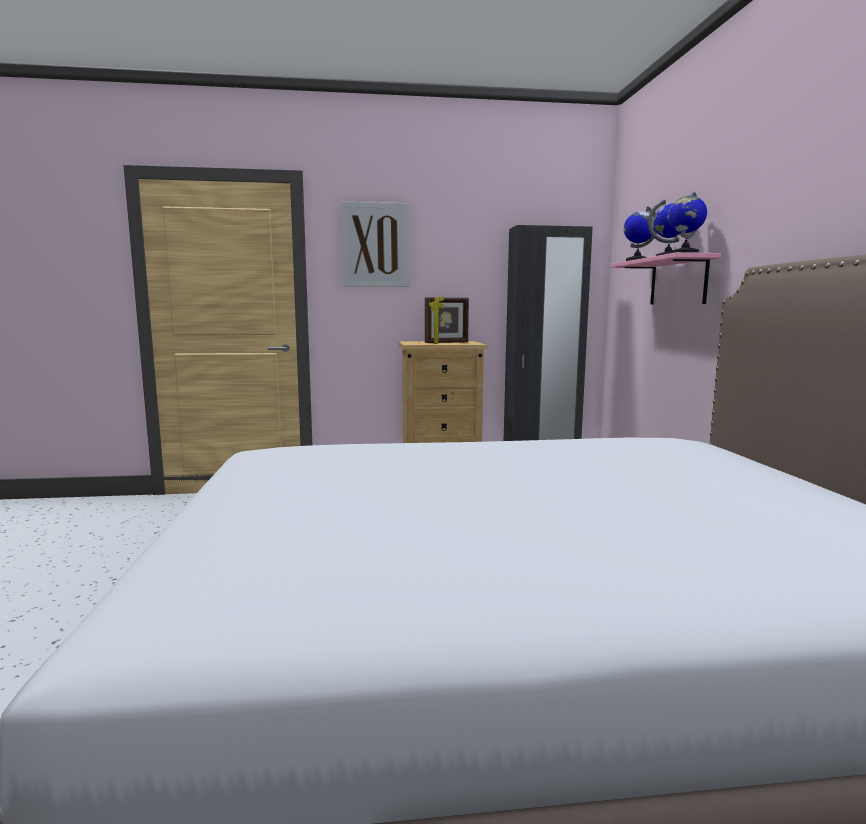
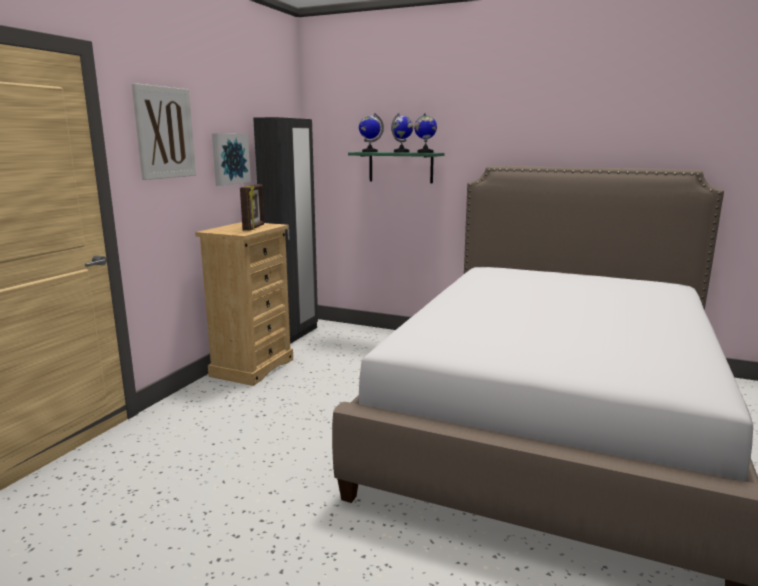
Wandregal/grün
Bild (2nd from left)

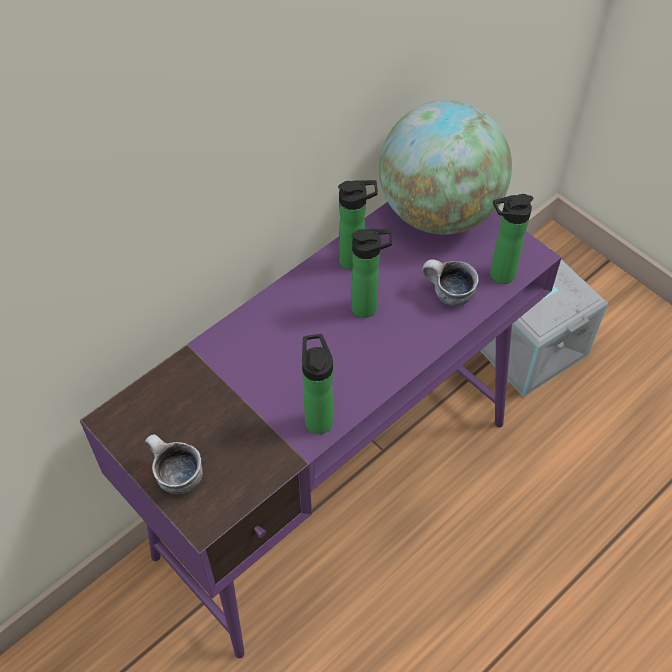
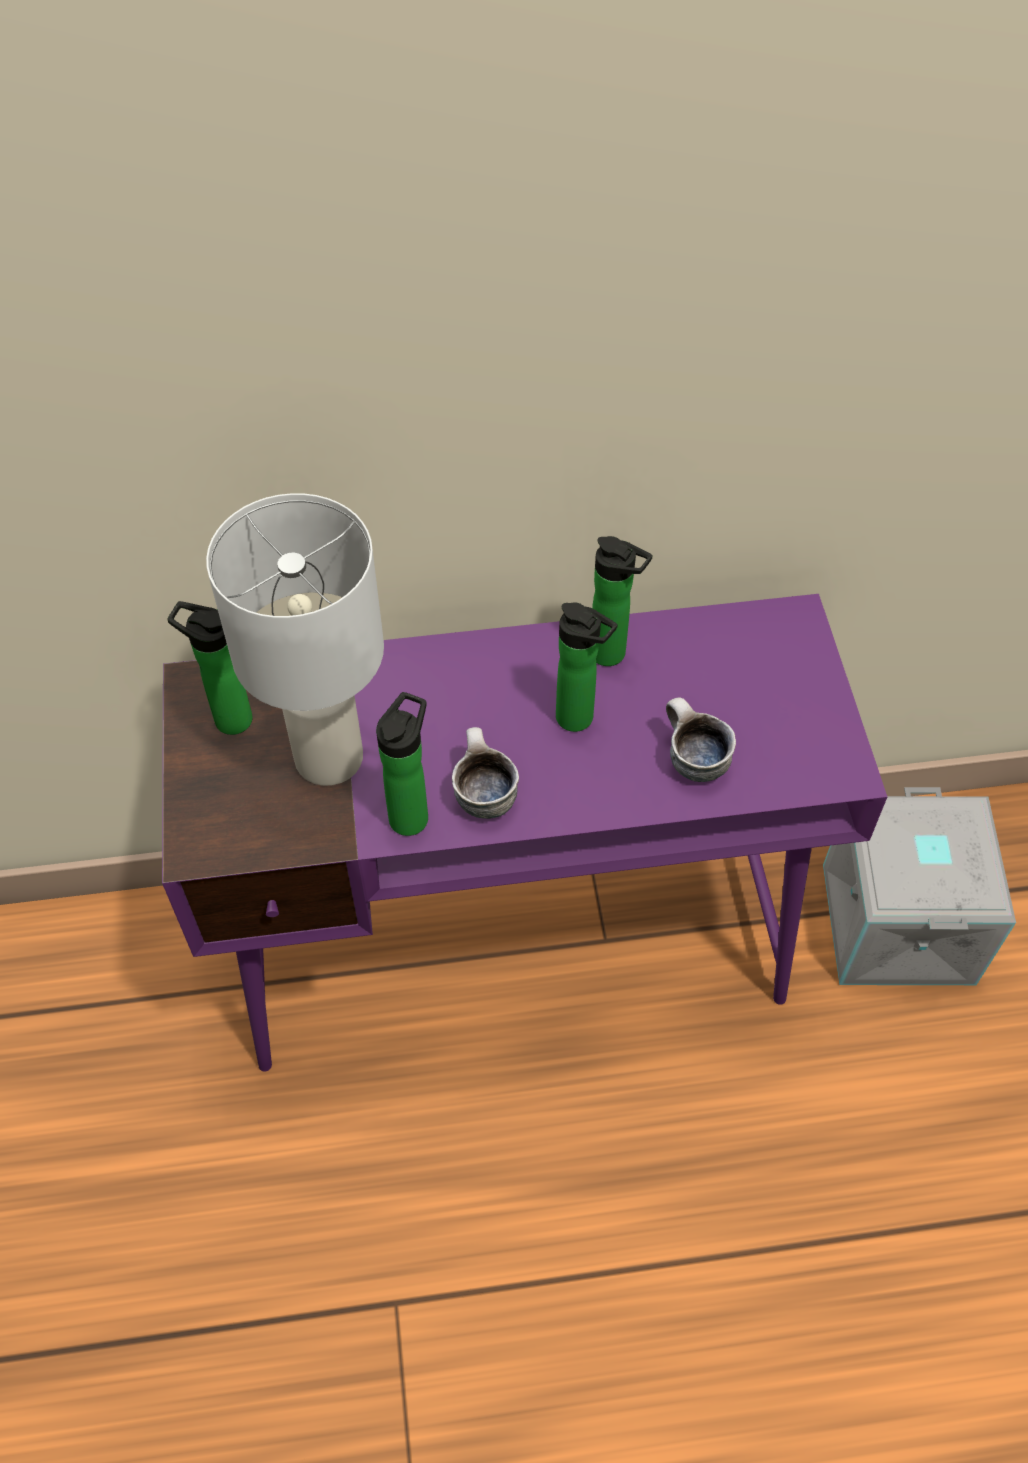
Henkelbecher (1st from left)
Globus
Flasche (1st from left)
Tischlampe/weiß

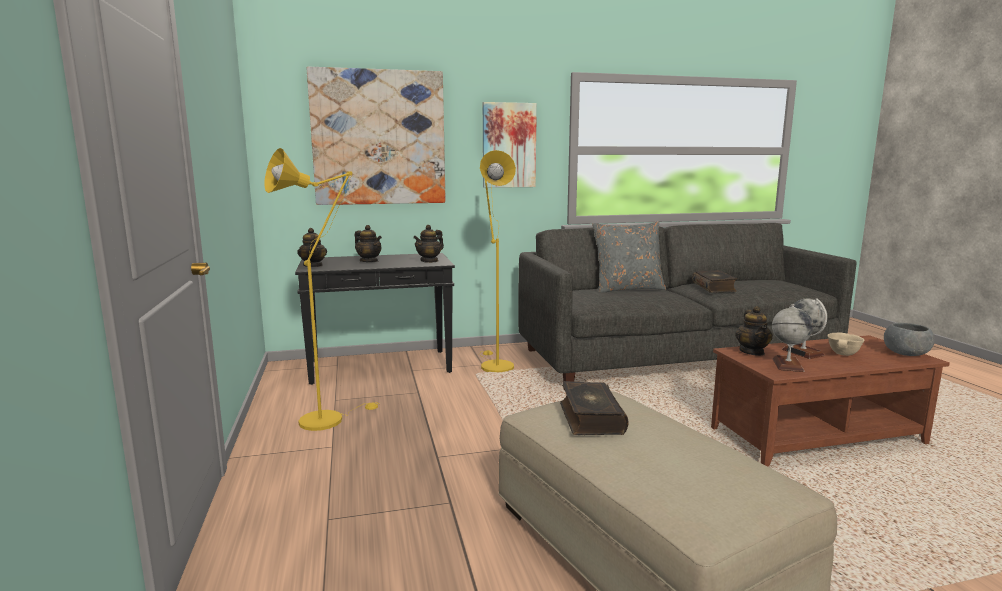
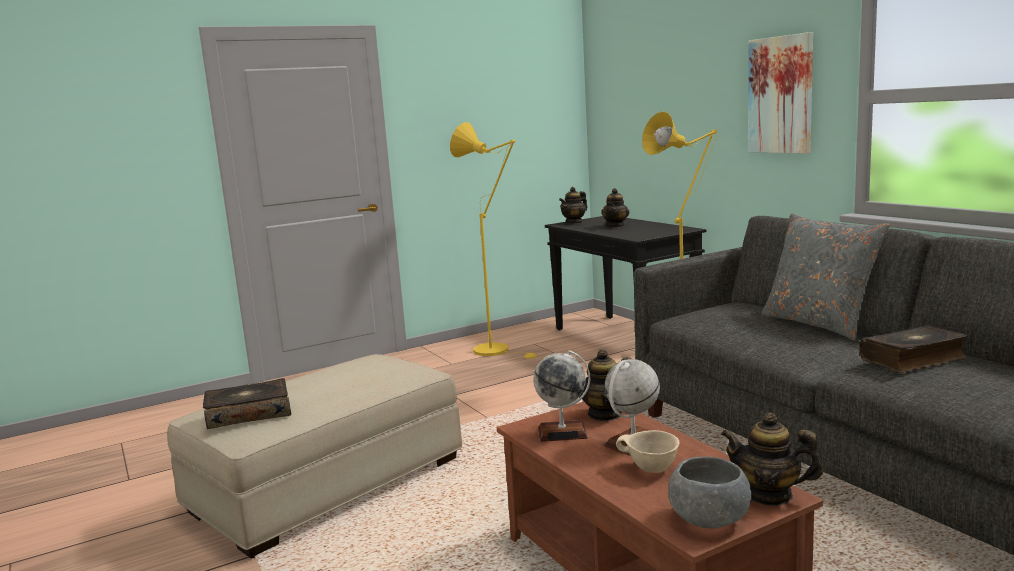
Bild (1st from left in the first image)
Teekanne (4th from left)
Buch (1st from left)

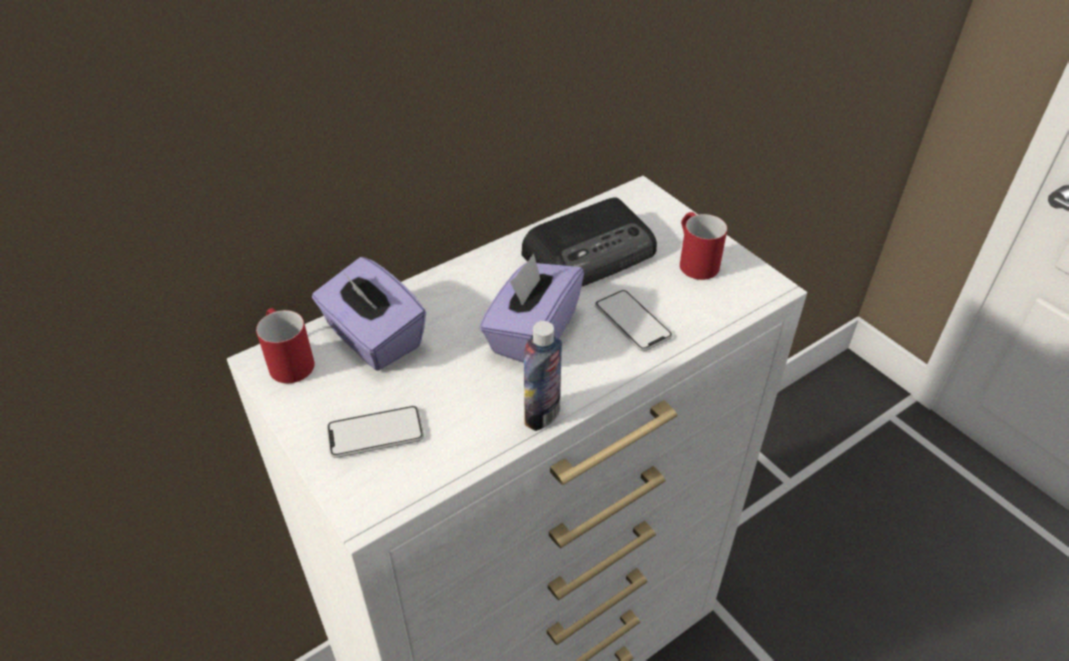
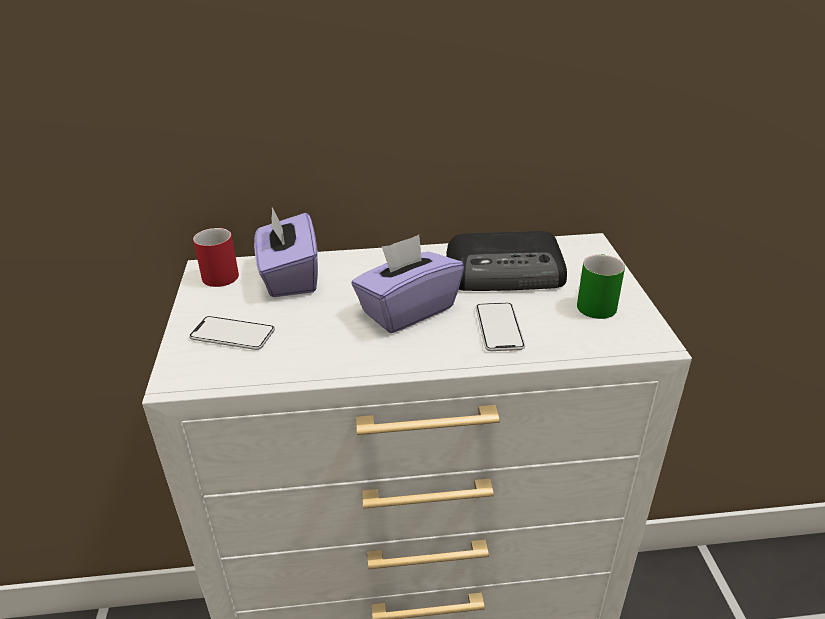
Flasche
Henkelbecher/grün

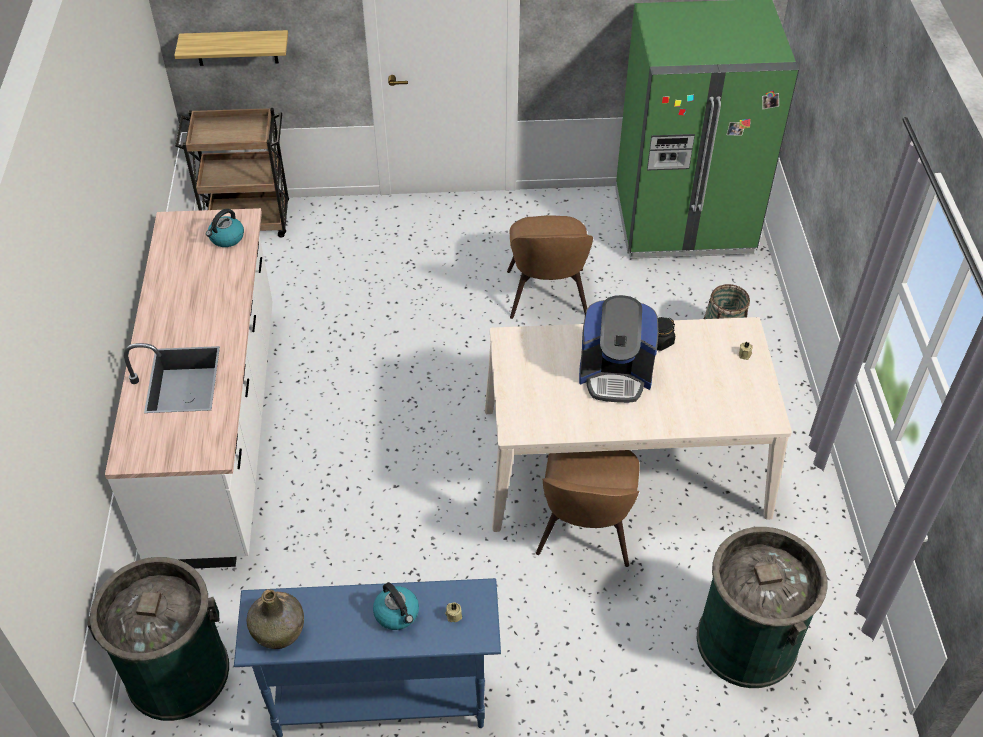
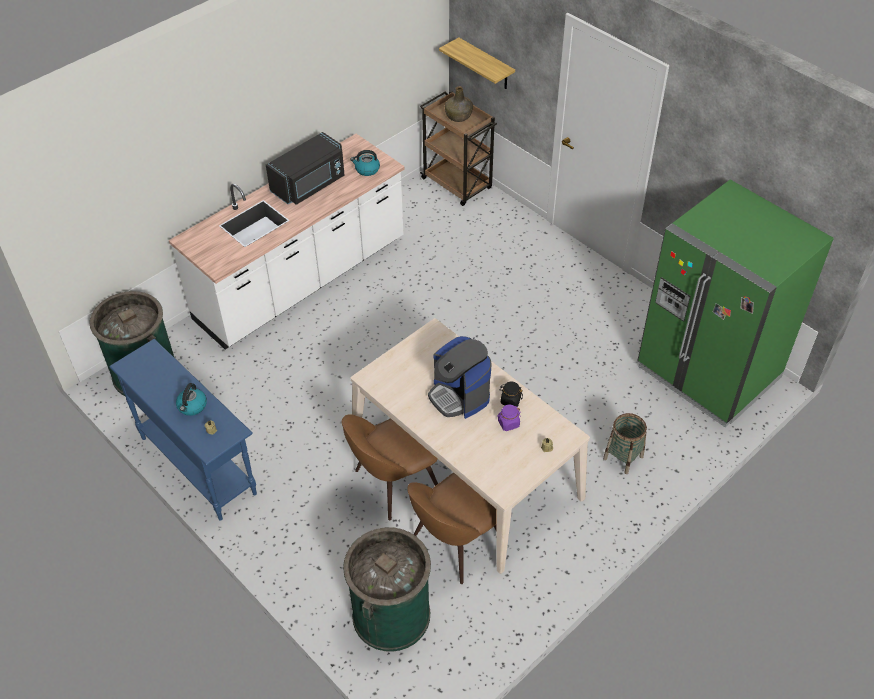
Flasche/grün
Stuhl/braun (2nd from left)
Mikrowelle/schwarz
Vorratsglas/lila

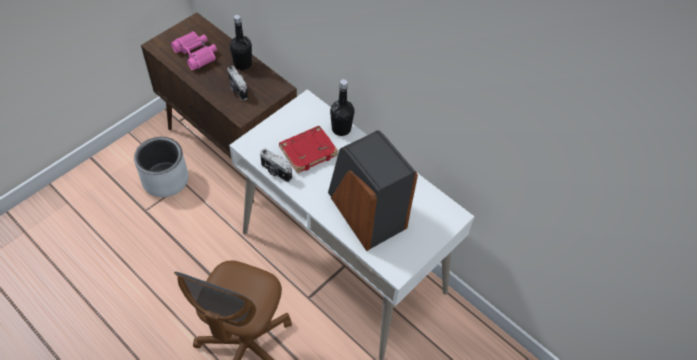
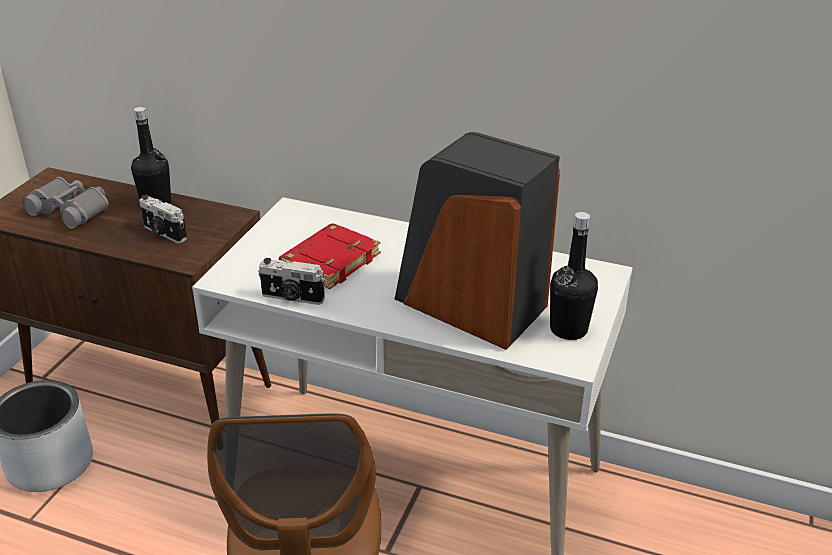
Fernglas/grau
Flasche/schwarz (2nd from left)

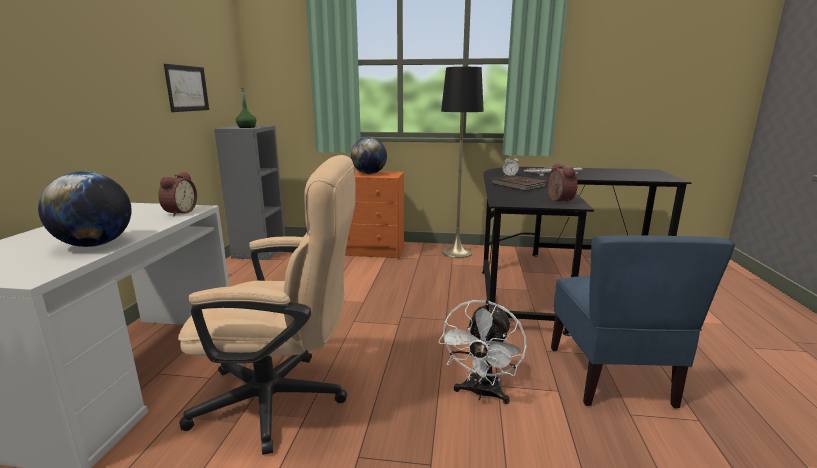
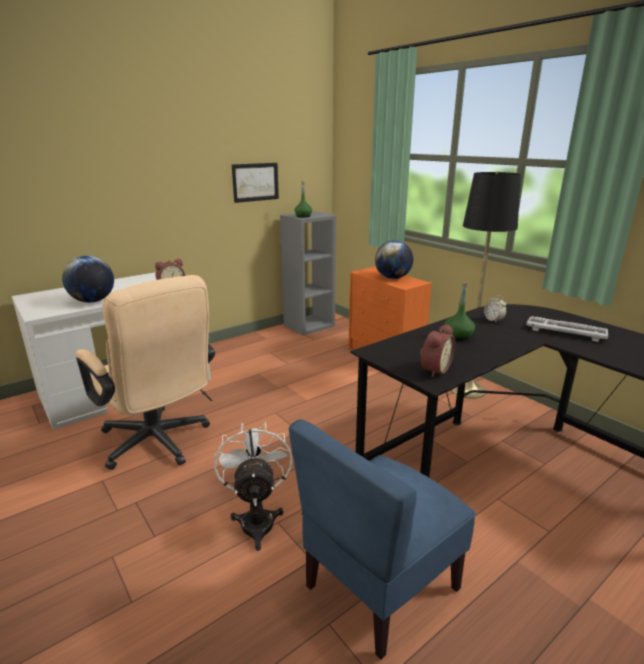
Ventilator/weiß
Flasche/grün (2nd from left)

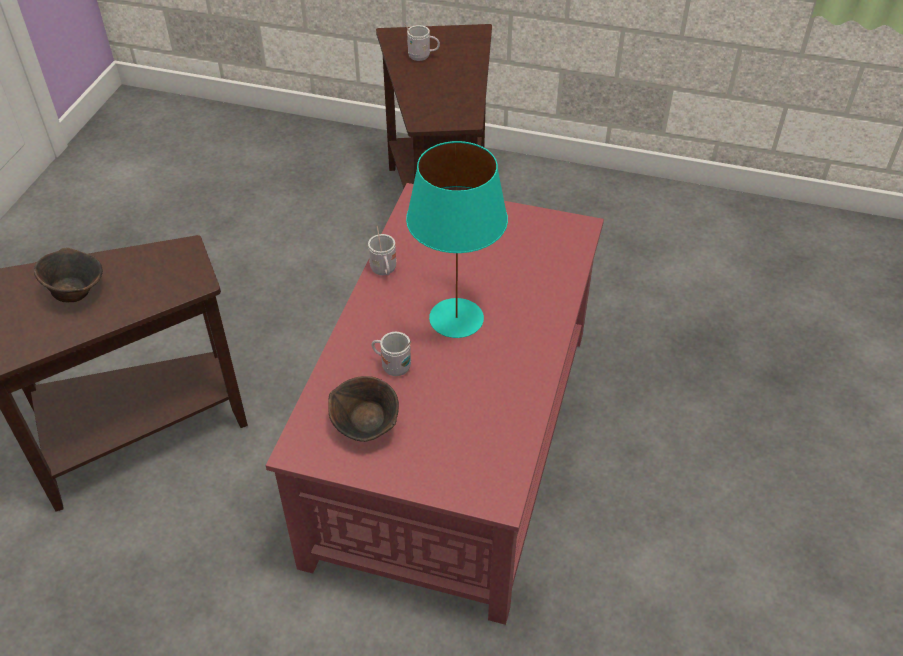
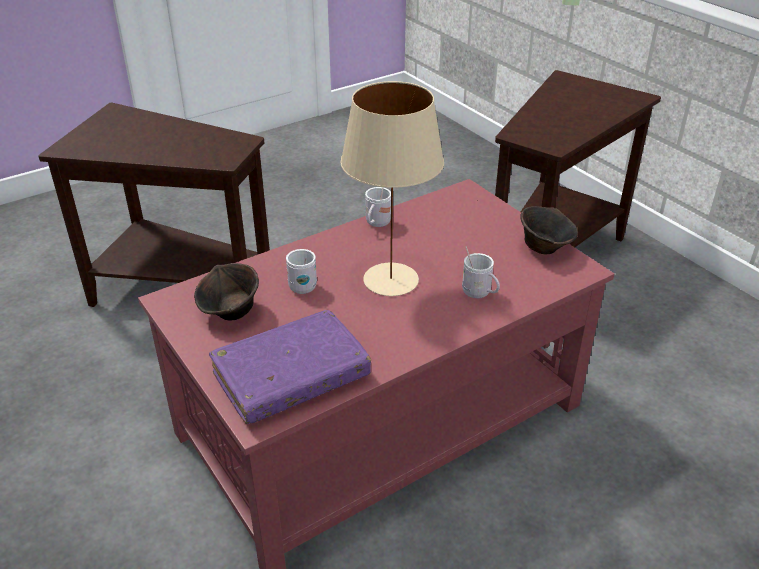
Schüssel/braun (2nd from left)
Henkelbecher/weiß (3rd from left)
Tischlampe/beige
Buch/lila

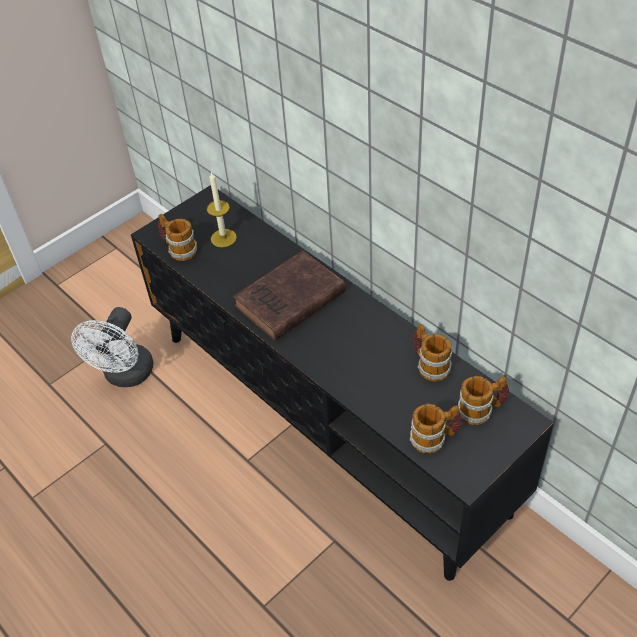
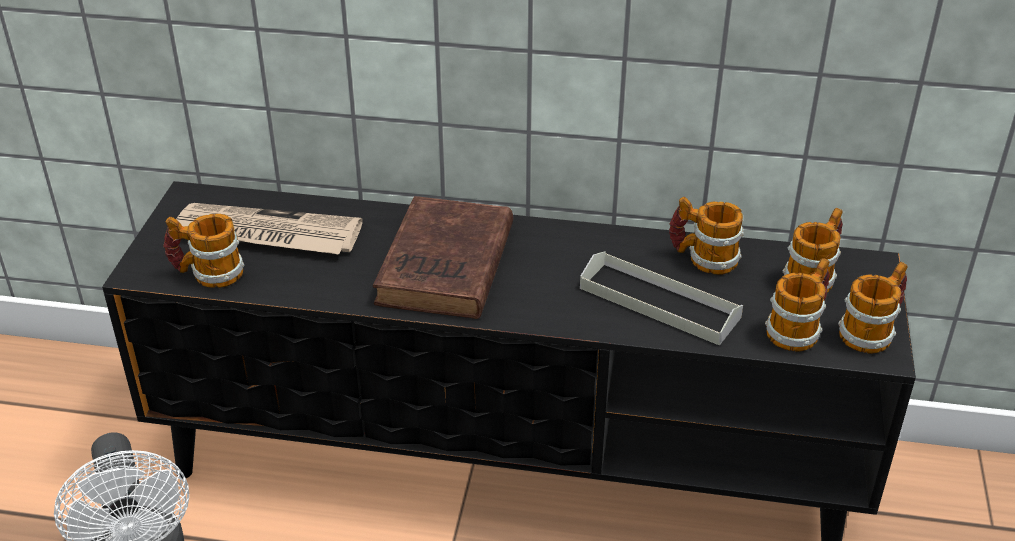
Zeitung
Tablett/grau
Henkelbecher (5th from left)

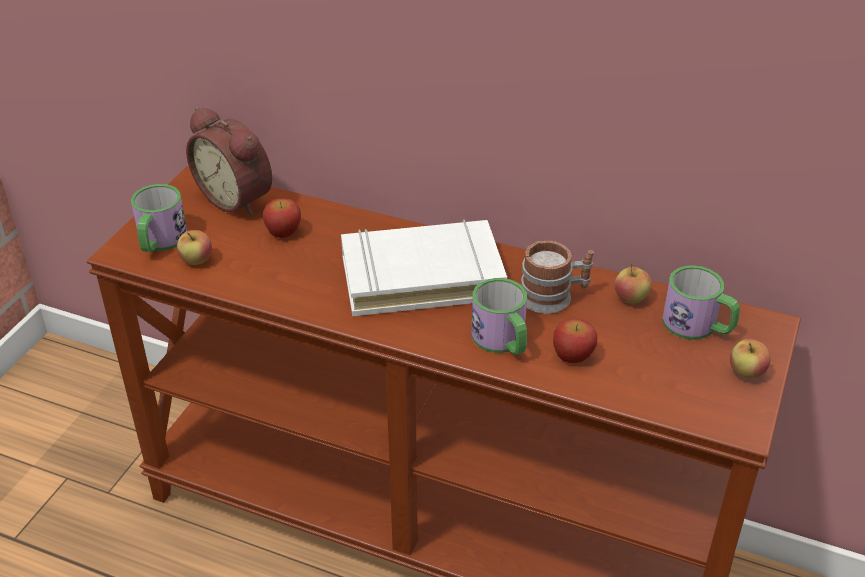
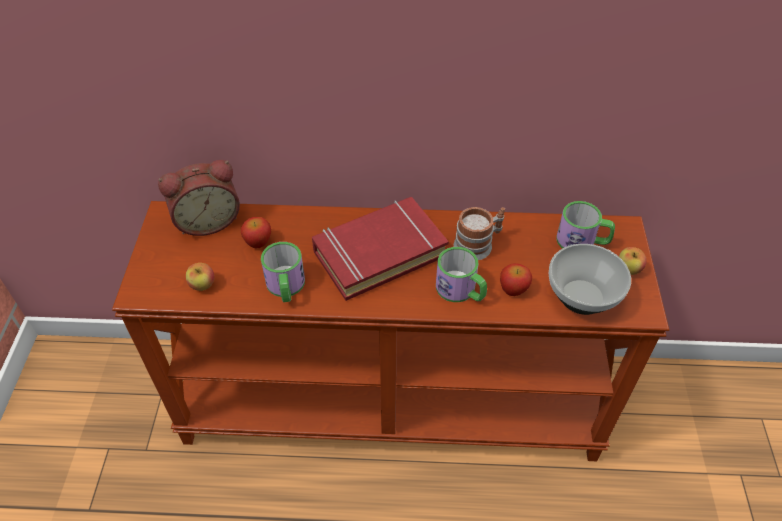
Henkelbecher (1st from left)
Wecker
Buch/rot
Apfel (4th from left in the first image)
Schüssel

